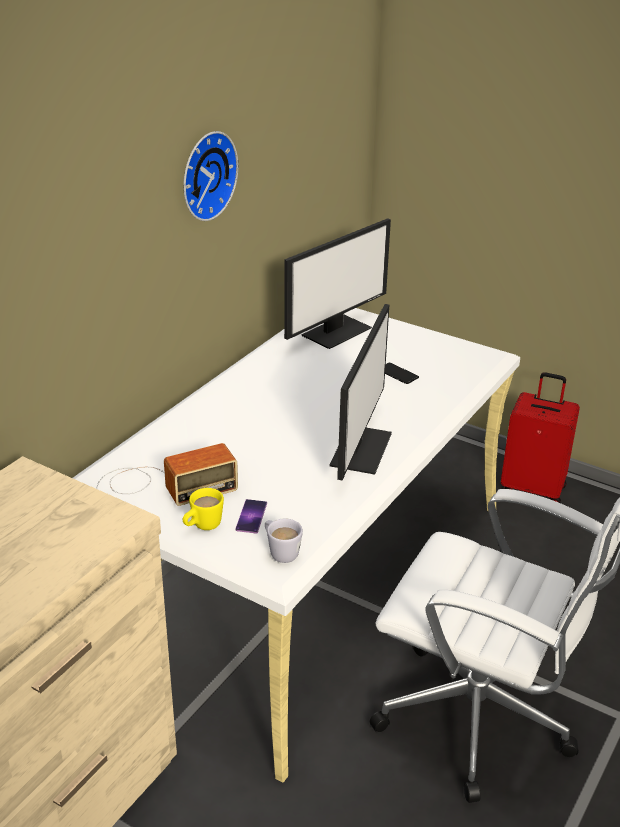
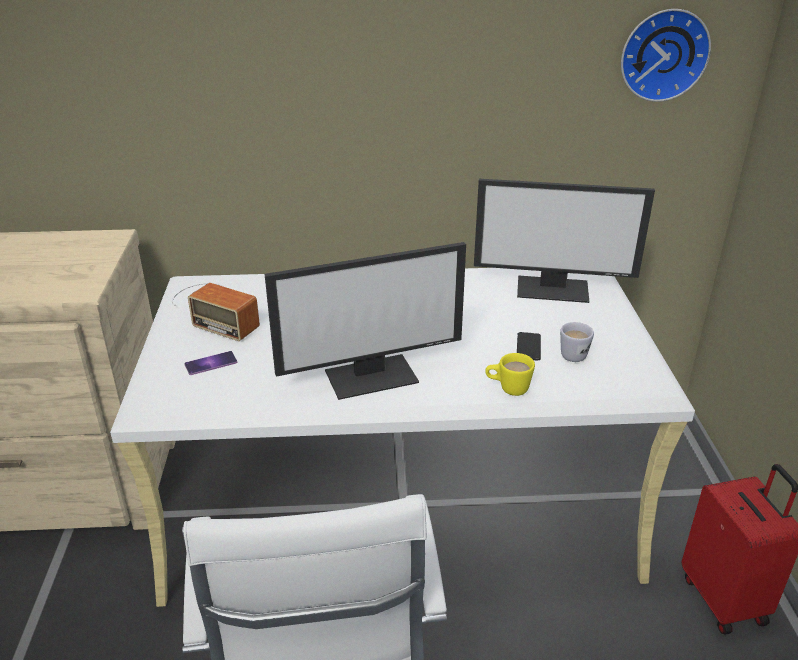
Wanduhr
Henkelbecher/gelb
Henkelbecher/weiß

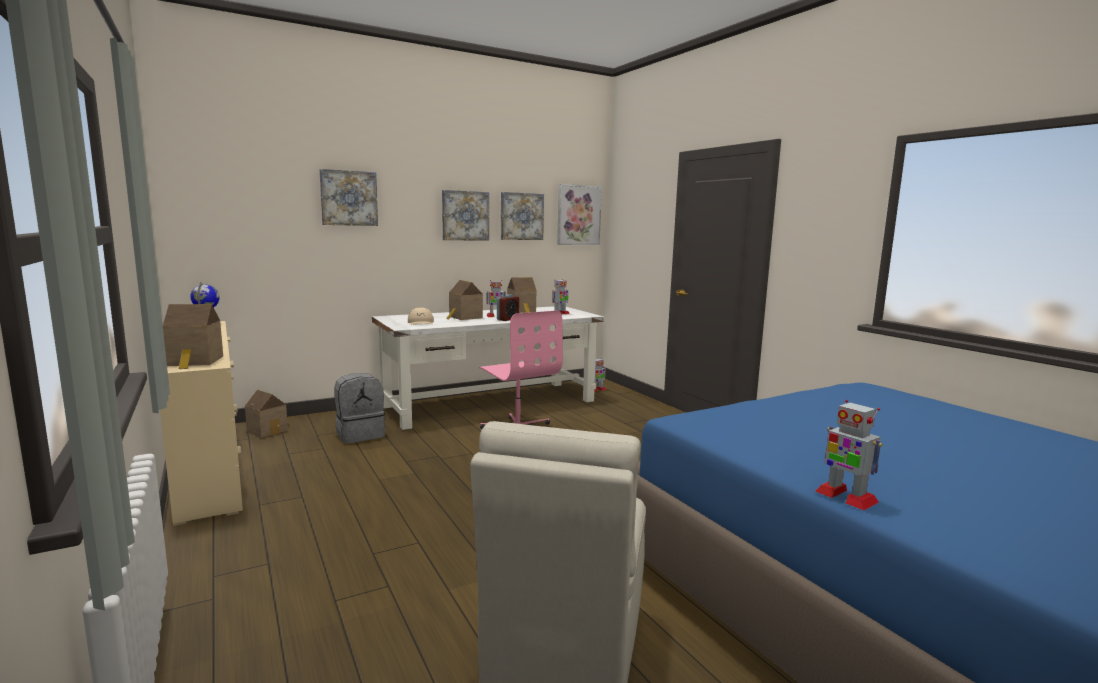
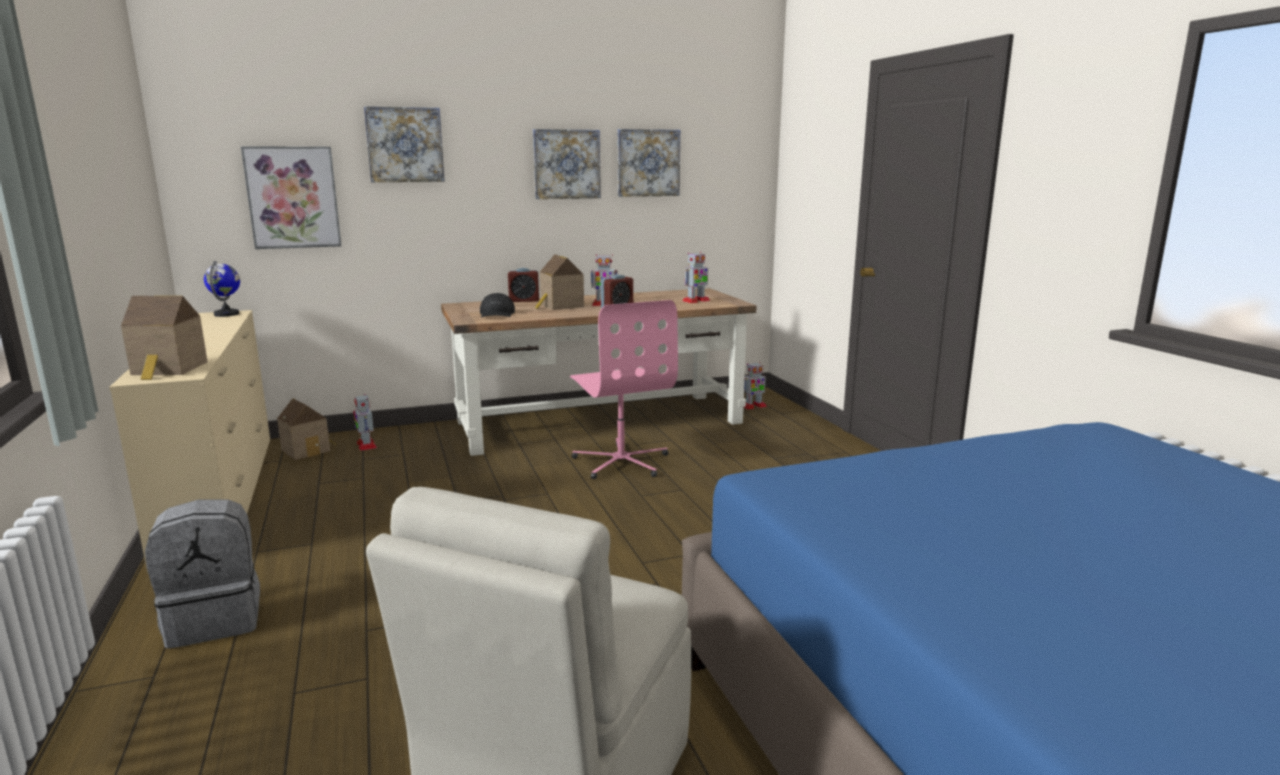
Rucksack/grau
Schreibtisch/braun
Kappe/schwarz
Spielzeughaus (4th from left in the first image)
Bild (1st from left)
Spielzeugroboter (1st from left)
Wecker (1st from left)

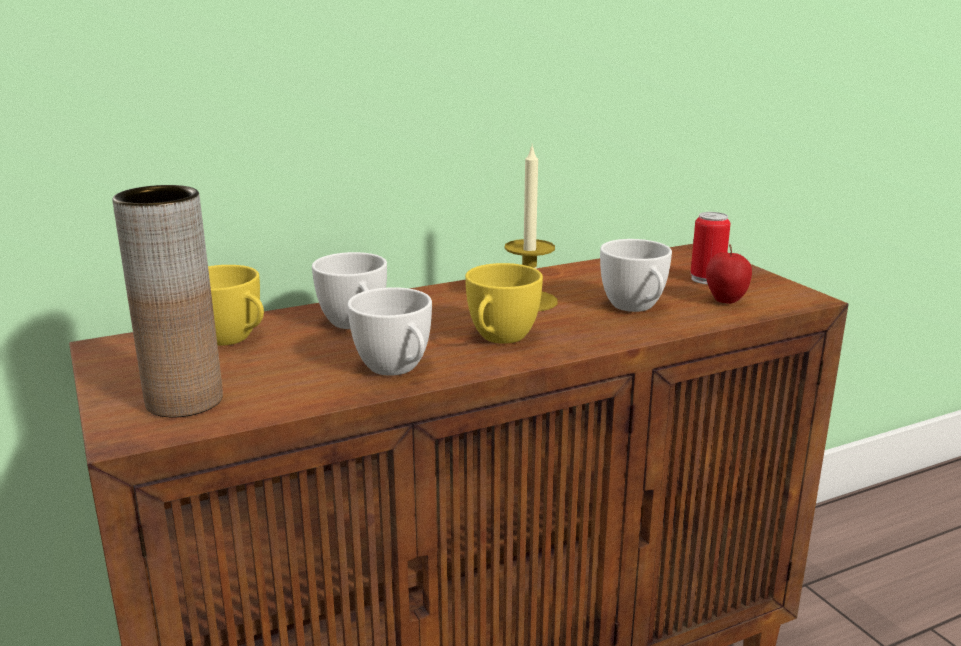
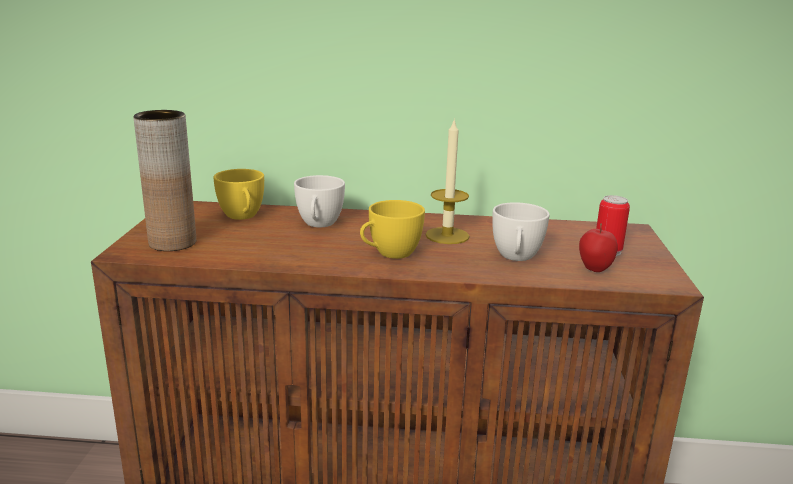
Tasse/weiß (2nd from left in the first image)

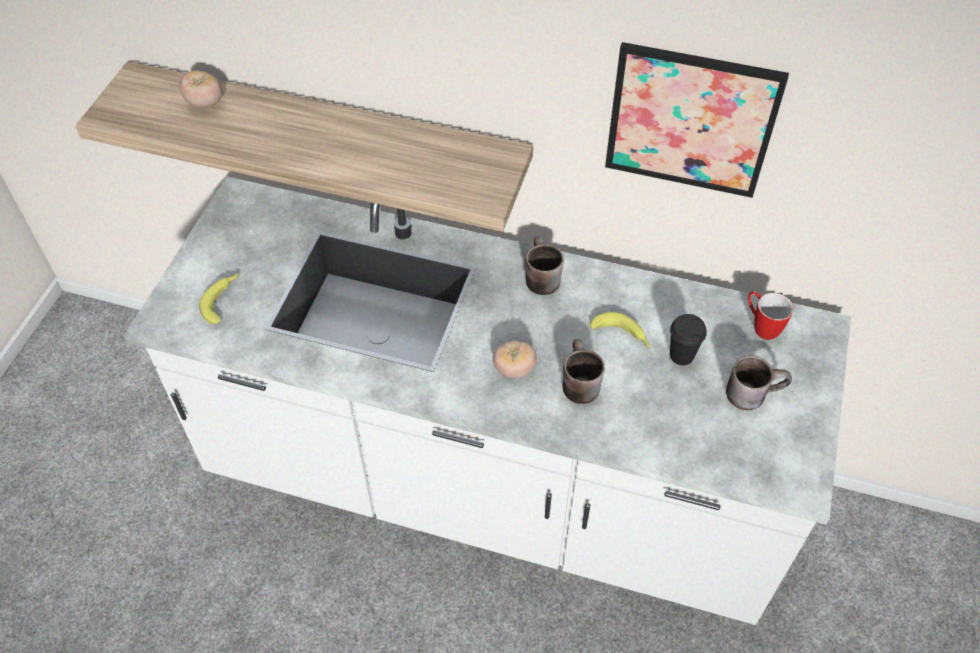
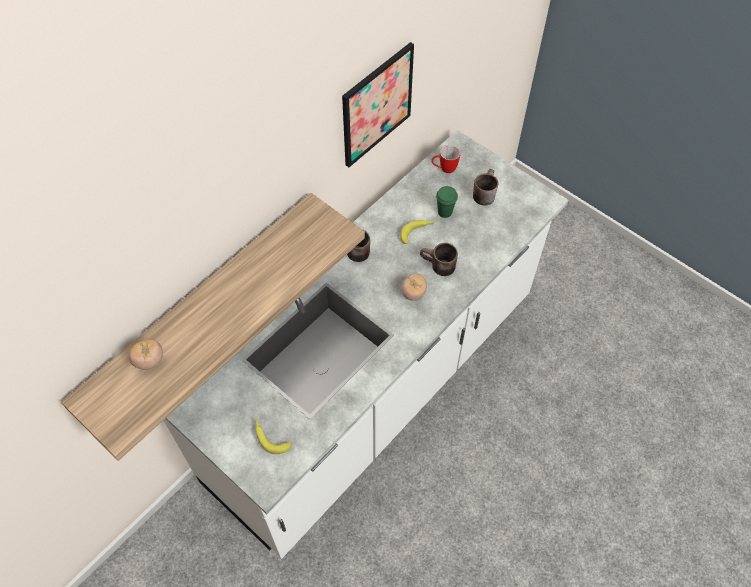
Tasse/grün

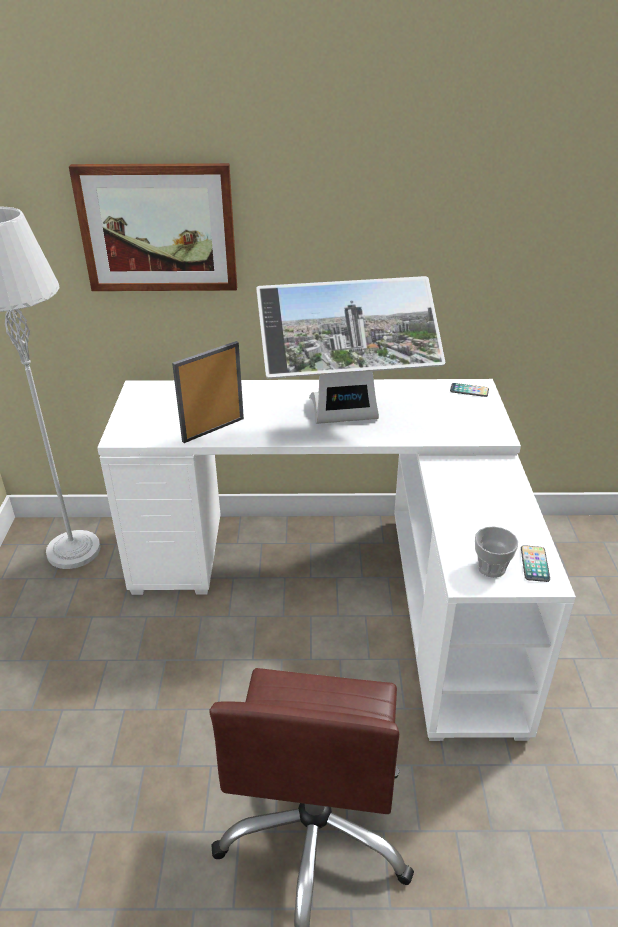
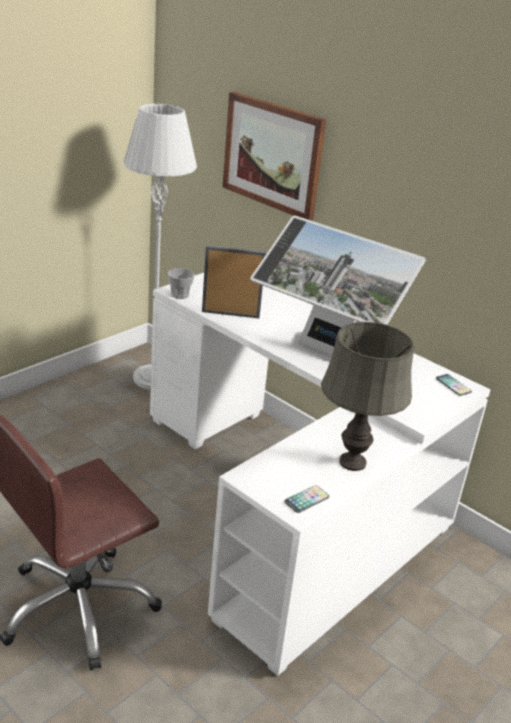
Tasse
Tischlampe/grau

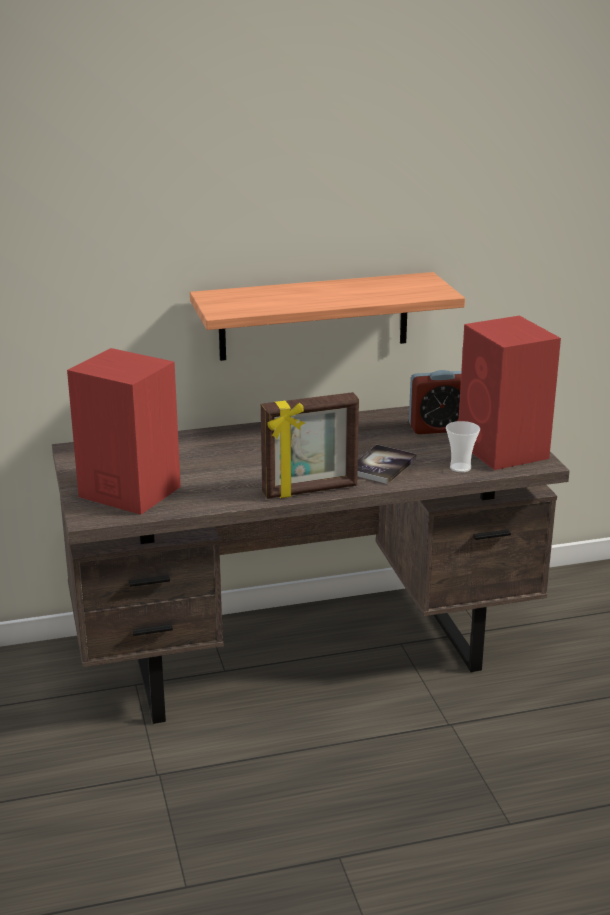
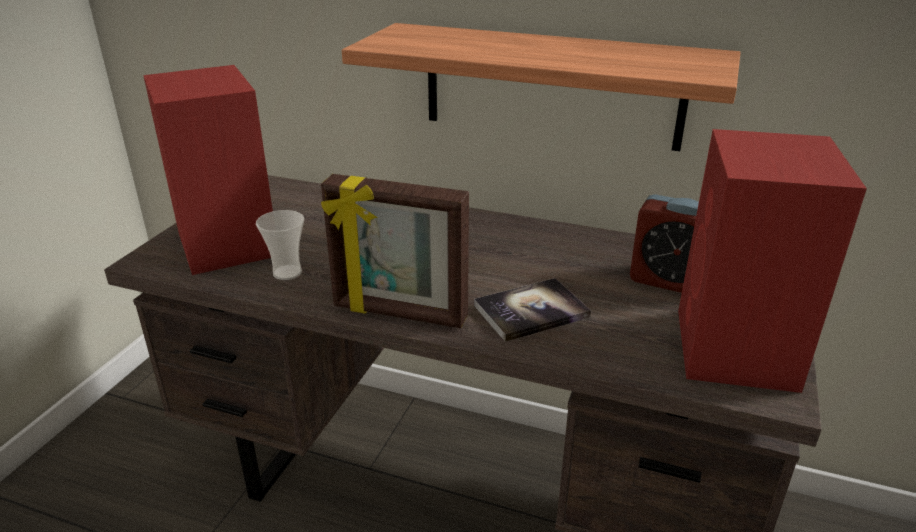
Tasse

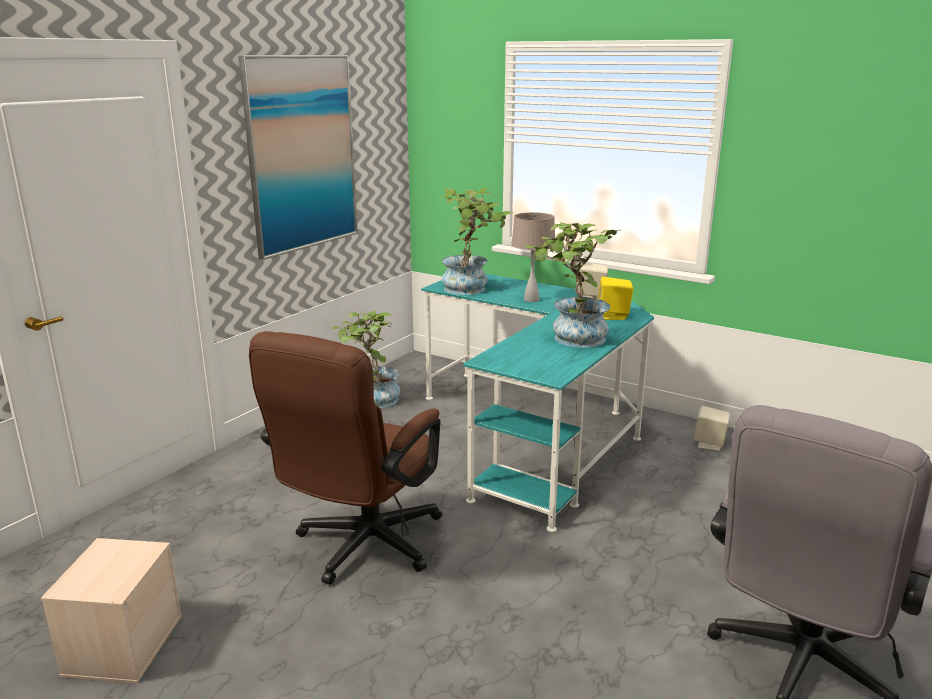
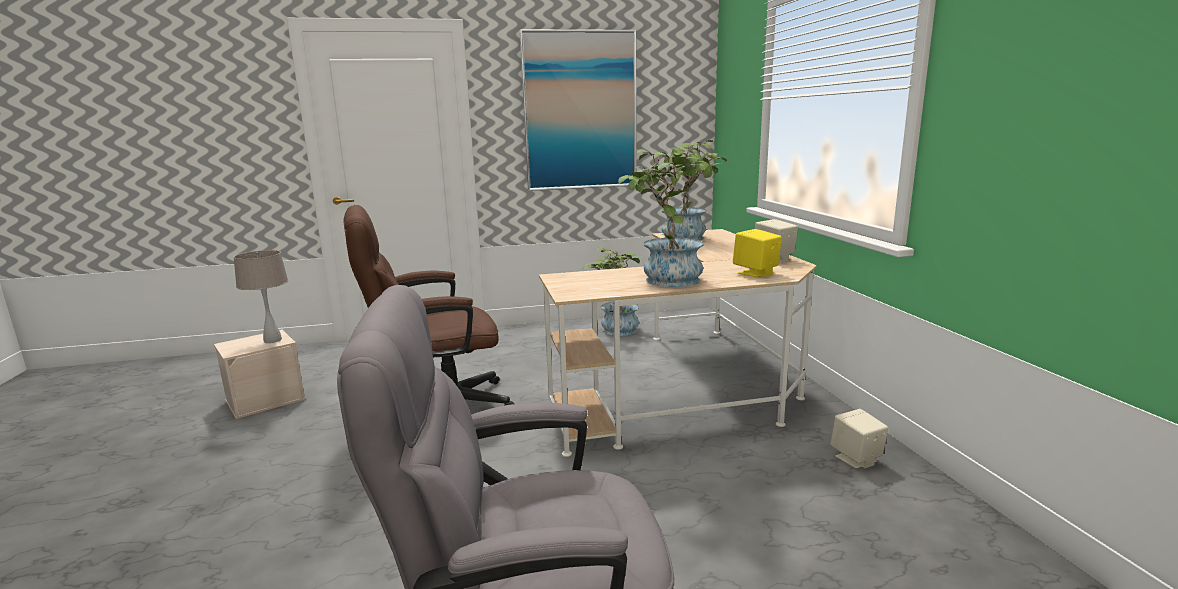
Schreibtisch/beige
Tischlampe/beige

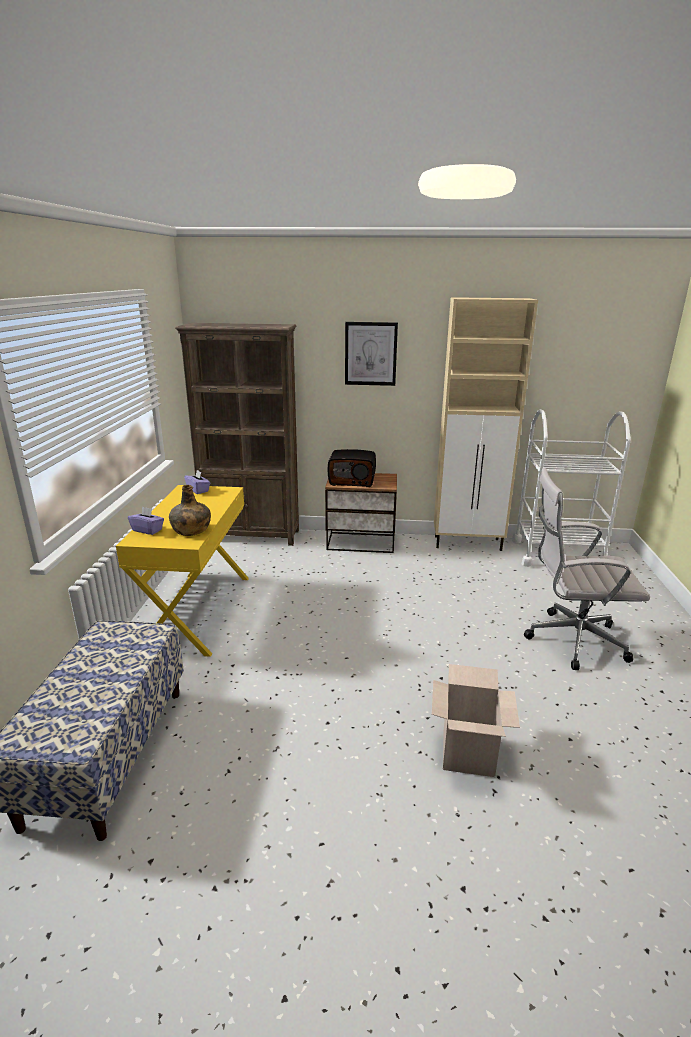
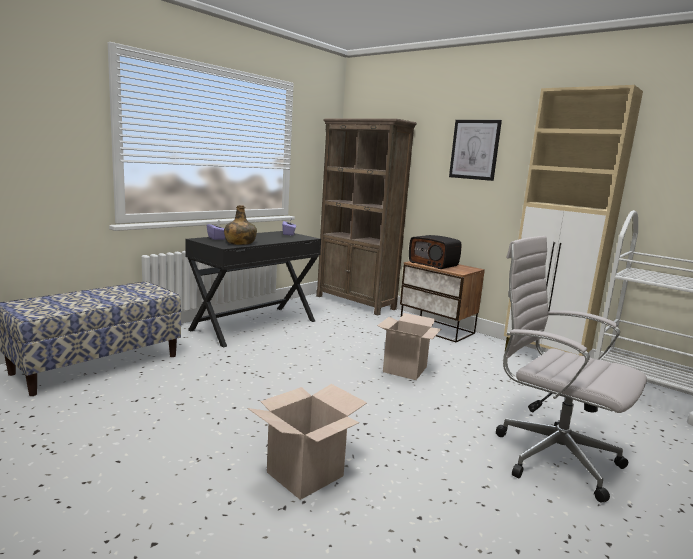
Schreibtisch/schwarz
Karton (2nd from left)

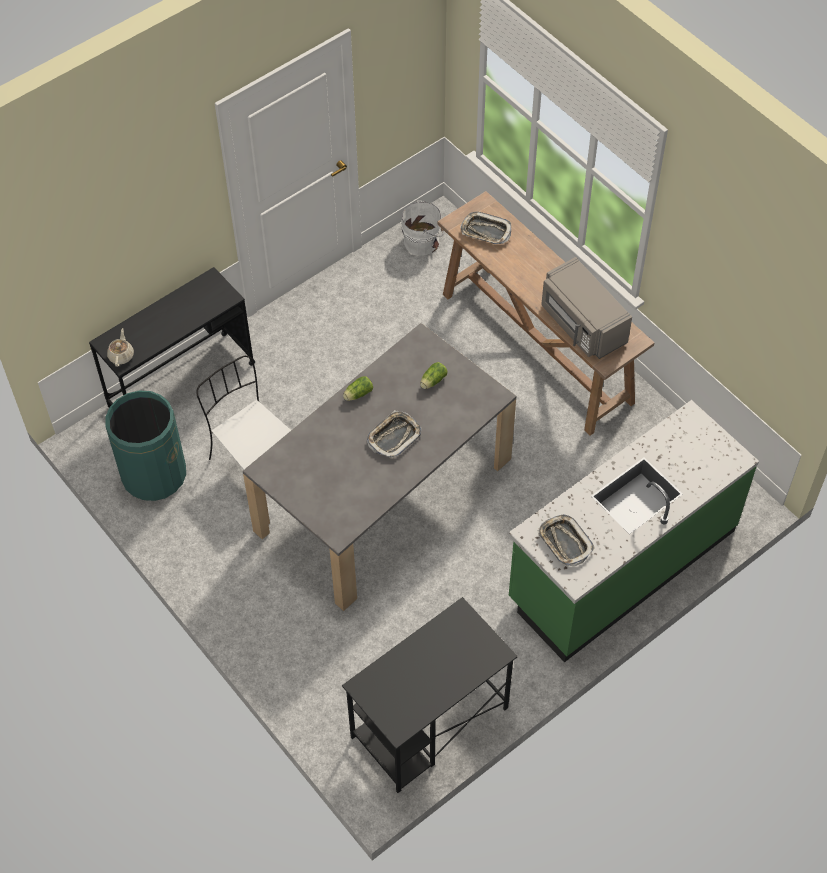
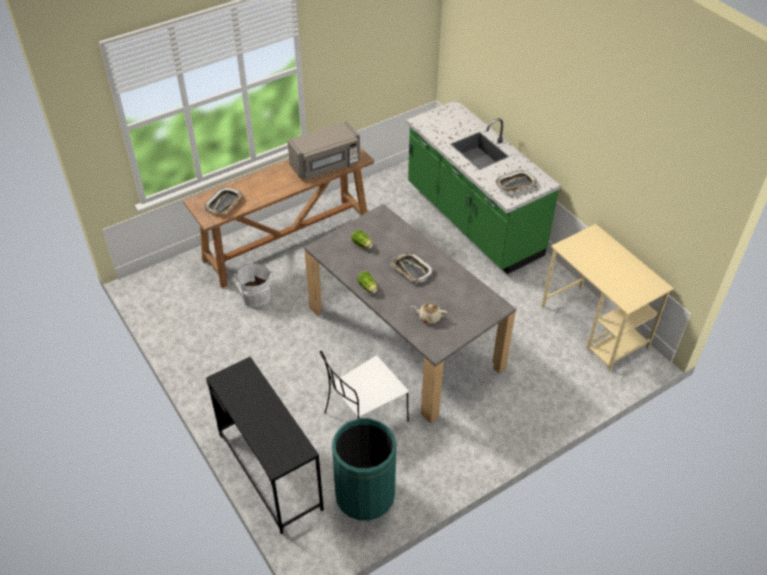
Teekanne/beige
Schreibtisch/beige
Eimer/weiß

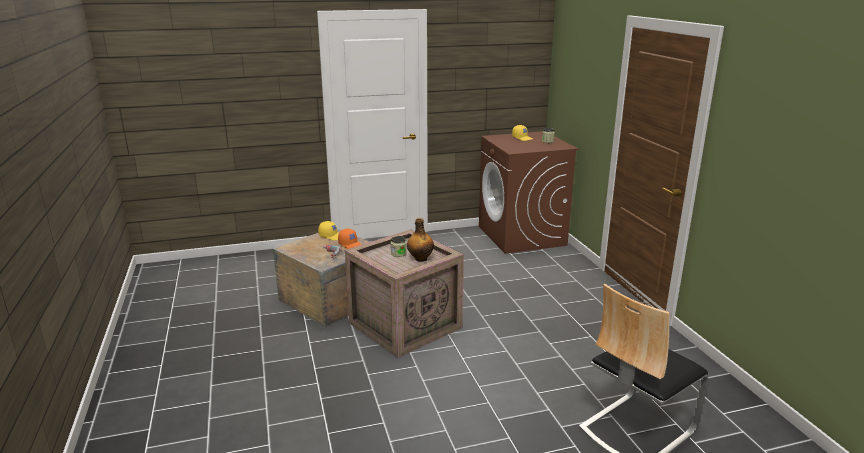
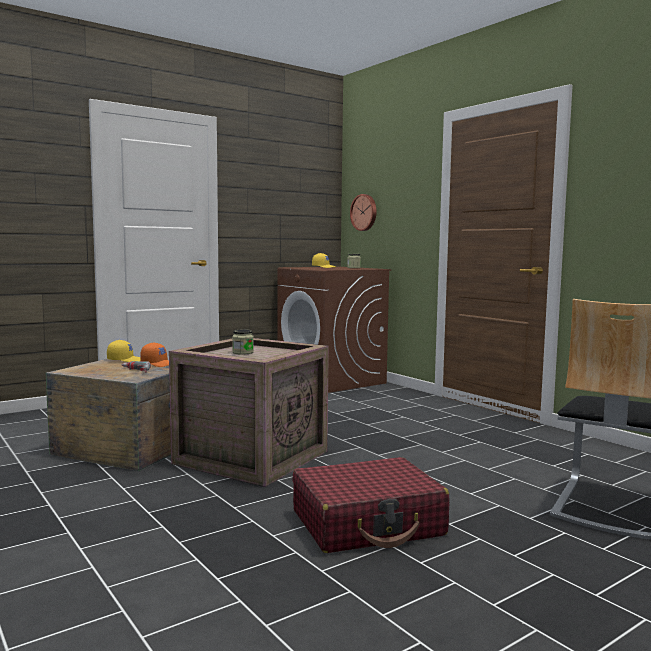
Flasche
Koffer/rot
Wanduhr

